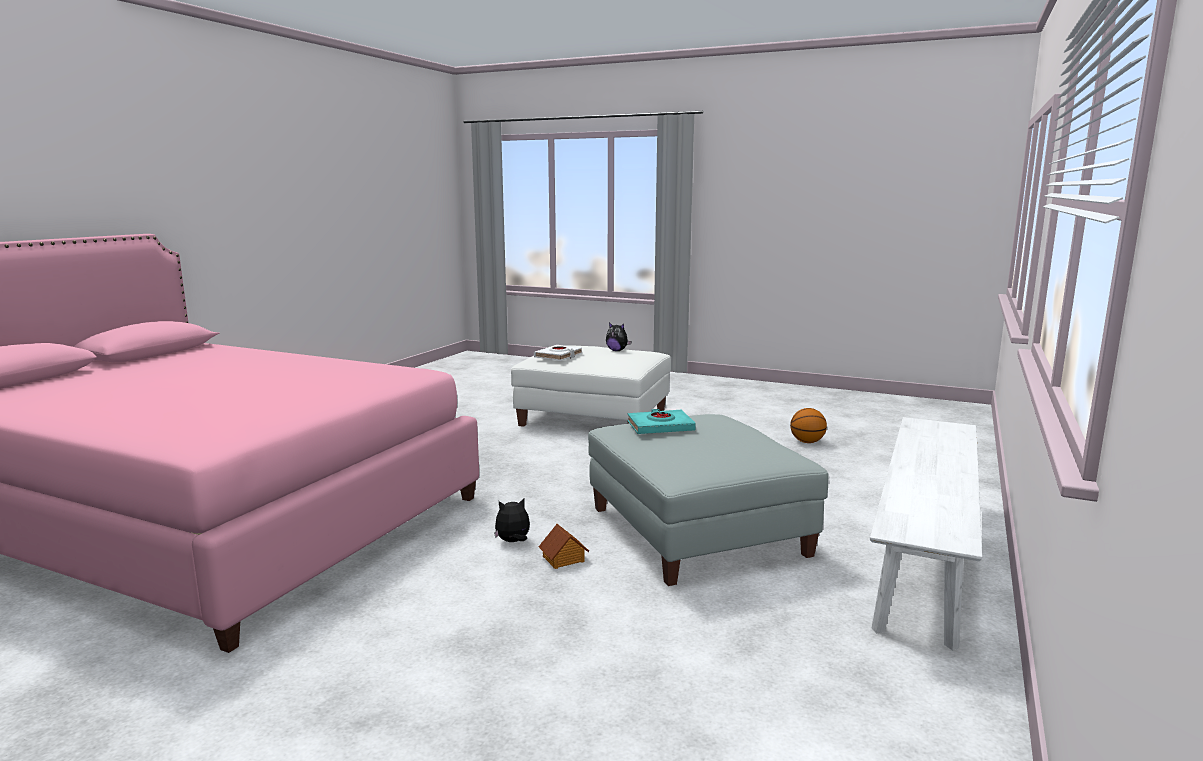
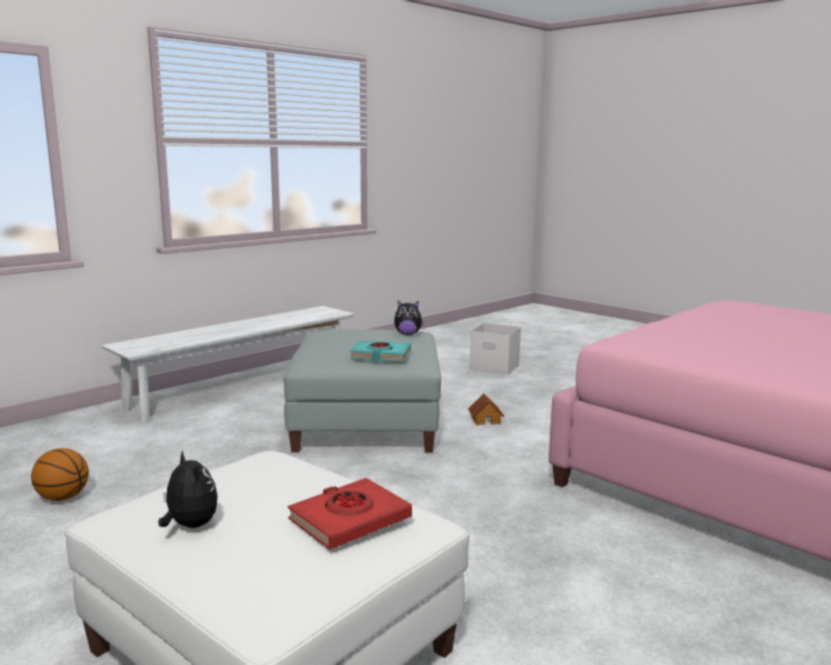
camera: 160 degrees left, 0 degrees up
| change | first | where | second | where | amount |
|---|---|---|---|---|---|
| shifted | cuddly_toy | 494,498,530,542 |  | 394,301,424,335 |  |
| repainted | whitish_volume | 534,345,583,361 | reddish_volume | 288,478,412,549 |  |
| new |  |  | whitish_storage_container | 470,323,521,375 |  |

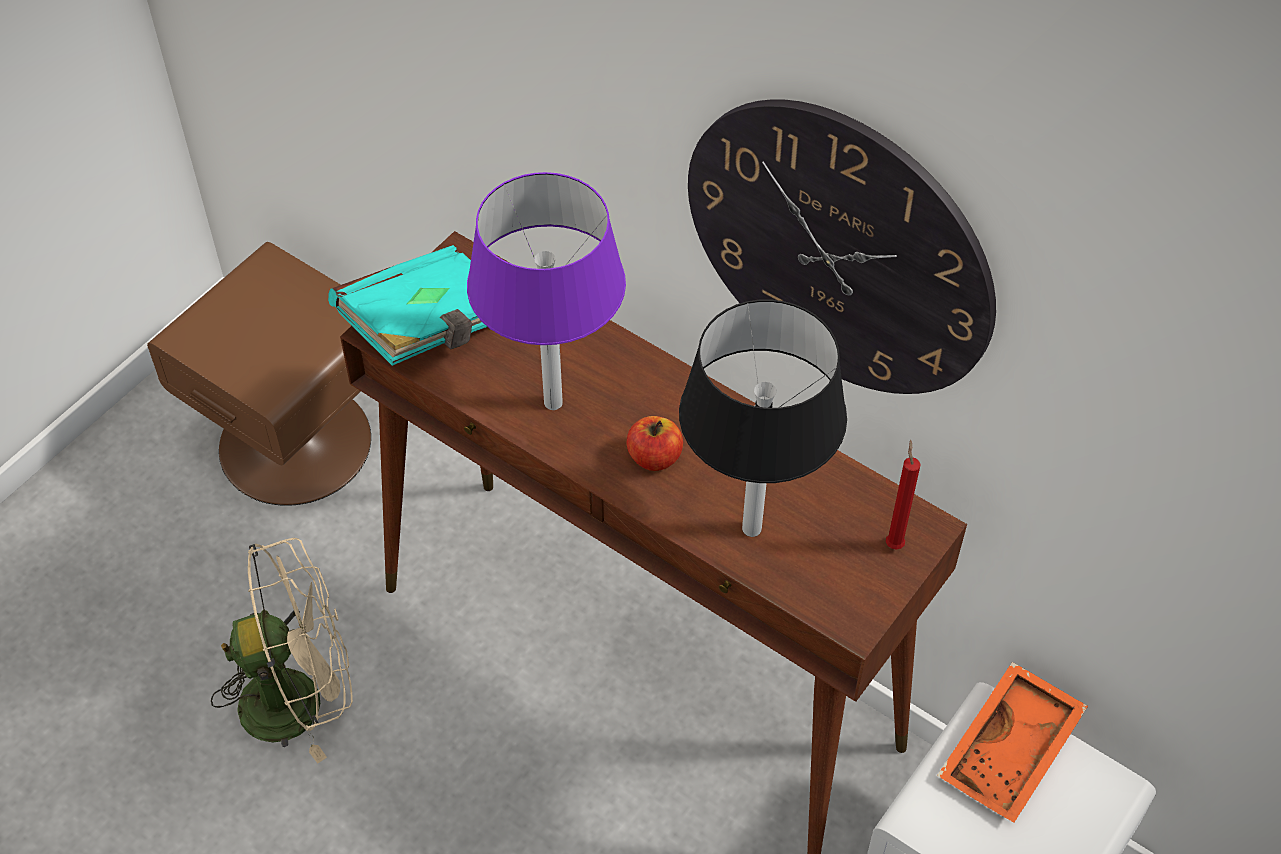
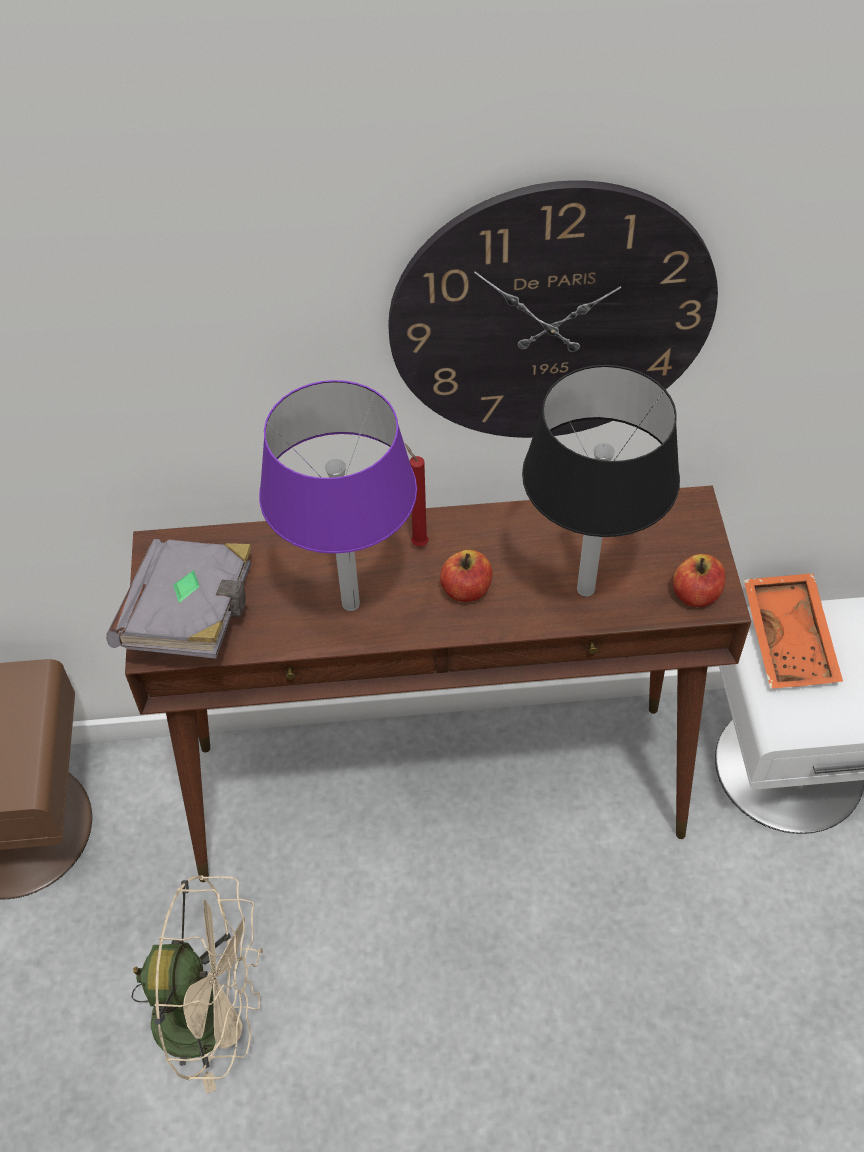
camera: 40 degrees left, 0 degrees up
| change | first | where | second | where | amount |
|---|---|---|---|---|---|
| rotated | beige-coloured_fan | 211,538,353,763 |  | 131,875,263,1094 | 60 degrees clockwise |
| repainted | turquoise-coloured_volume | 328,245,487,366 | grey_volume | 106,539,252,659 |  |
| shifted | reddish_candle | 886,440,921,550 |  | 404,443,428,547 |  |
| new |  |  | whole_apple | 673,554,726,607 |  |

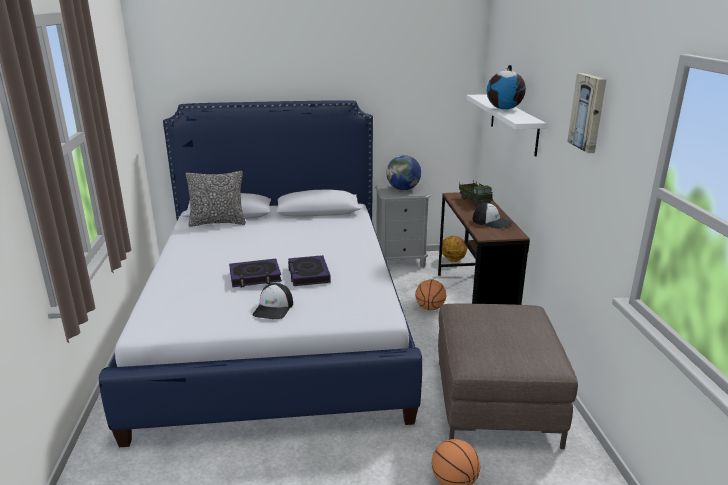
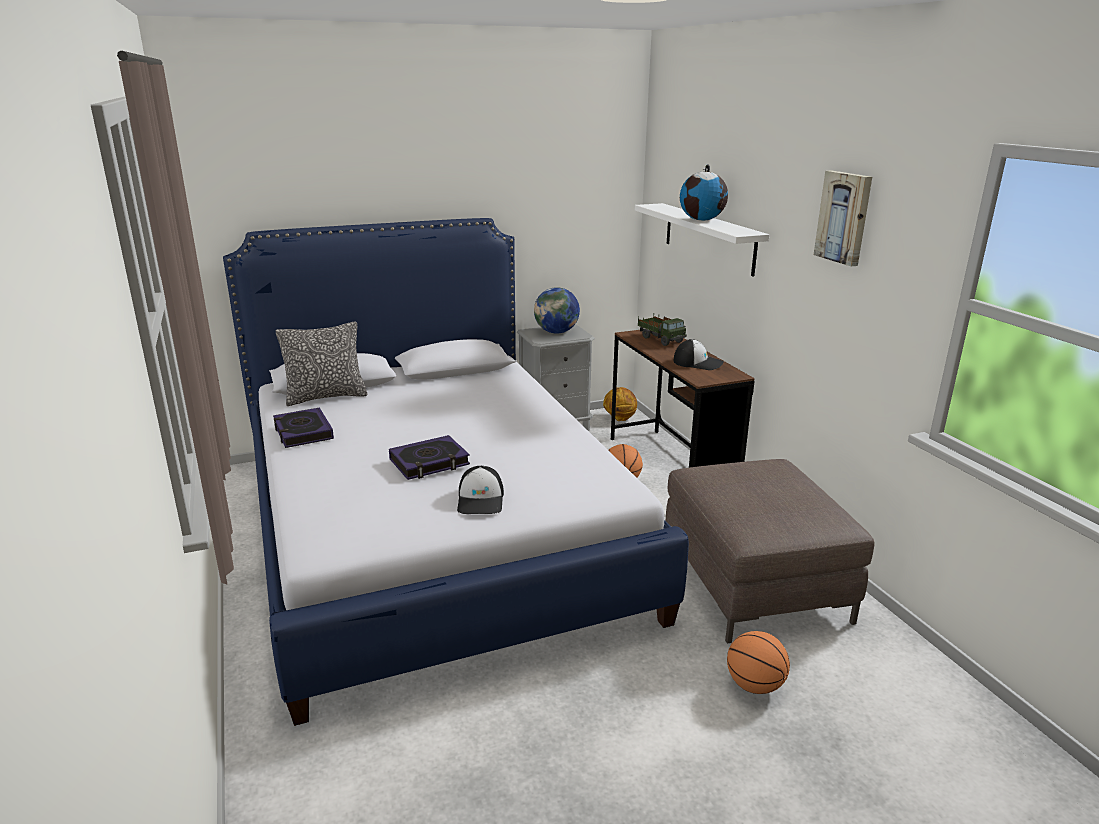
camera: 15 degrees left, 0 degrees up
| change | first | where | second | where | amount |
|---|---|---|---|---|---|
| shifted | volume | 288,255,331,286 |  | 273,407,334,448 |  |

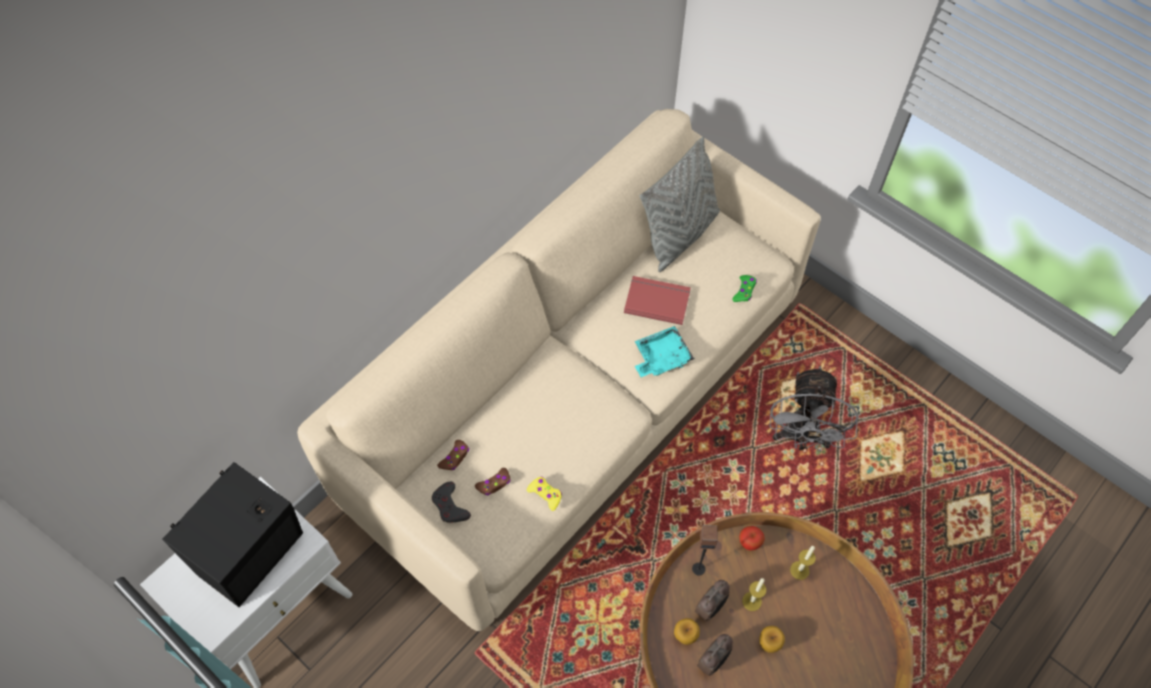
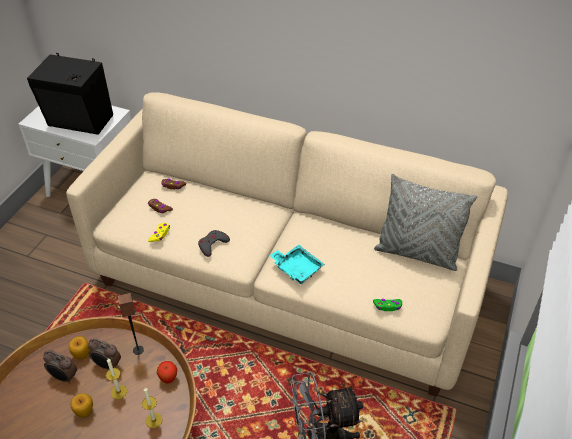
camera: 70 degrees right, 15 degrees down
| change | first | where | second | where | amount |
|---|---|---|---|---|---|
| shifted | grey_joypad | 432,482,471,523 |  | 198,230,230,257 |  |
| gone | reddish_volume | 624,276,691,325 |  |  |  |

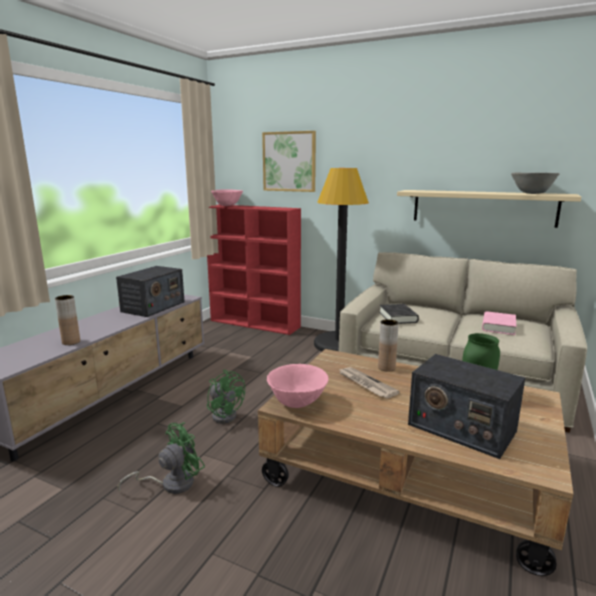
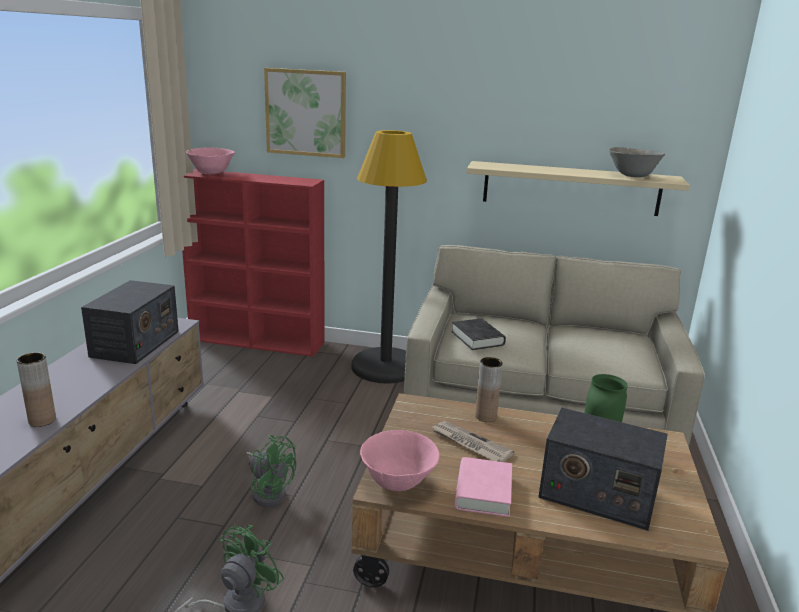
camera: 15 degrees left, 5 degrees up
| change | first | where | second | where | amount |
|---|---|---|---|---|---|
| shifted | pink_volume | 482,311,516,335 |  | 455,457,512,517 |  |

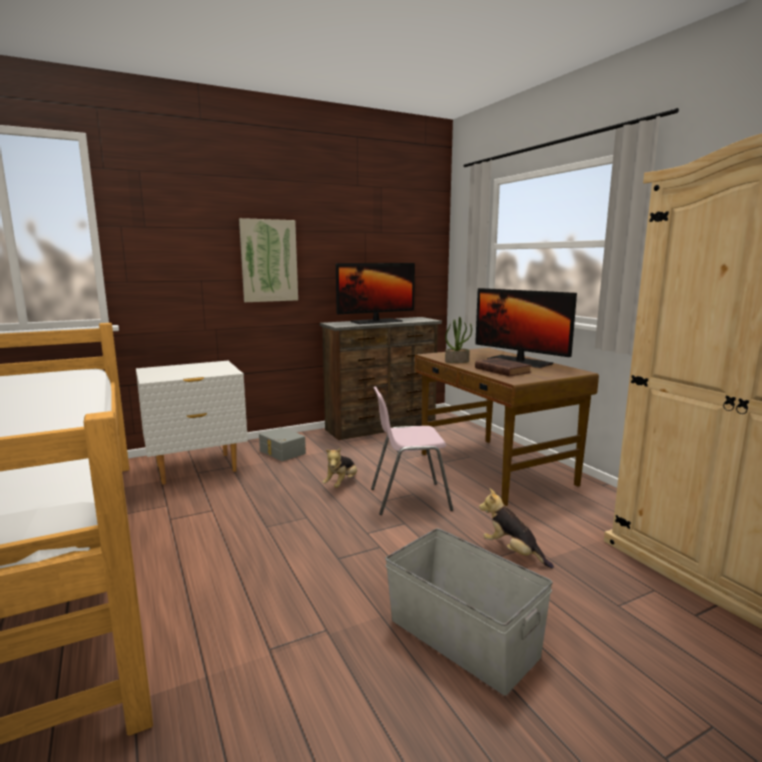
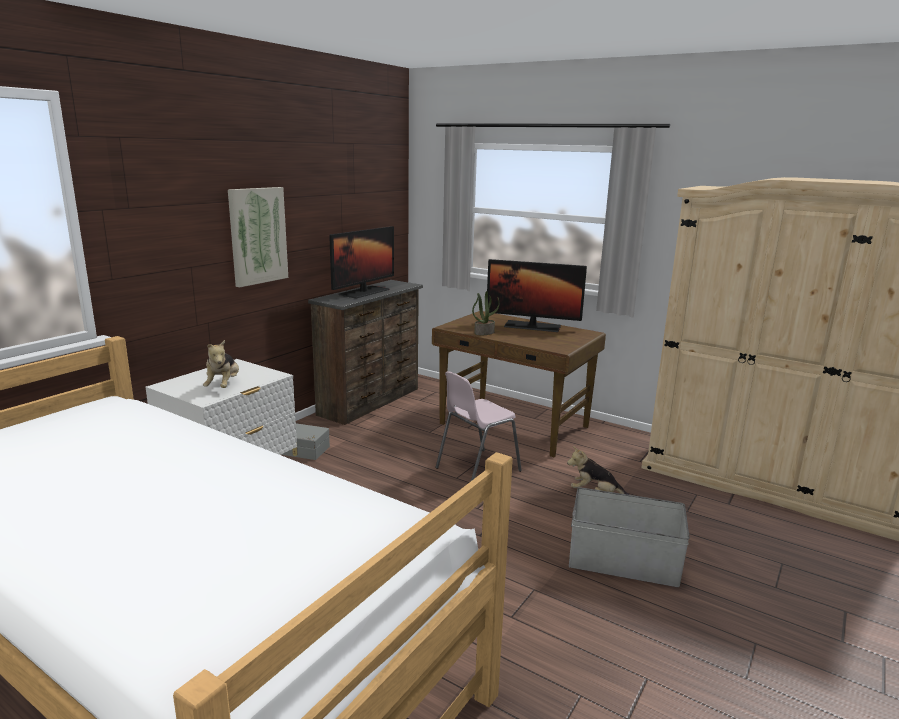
camera: 30 degrees left, 5 degrees up
| change | first | where | second | where | amount |
|---|---|---|---|---|---|
| shifted | cuddly_toy | 322,447,357,488 |  | 203,340,239,388 |  |
| gone | brownish_volume | 475,358,532,376 |  |  |  |

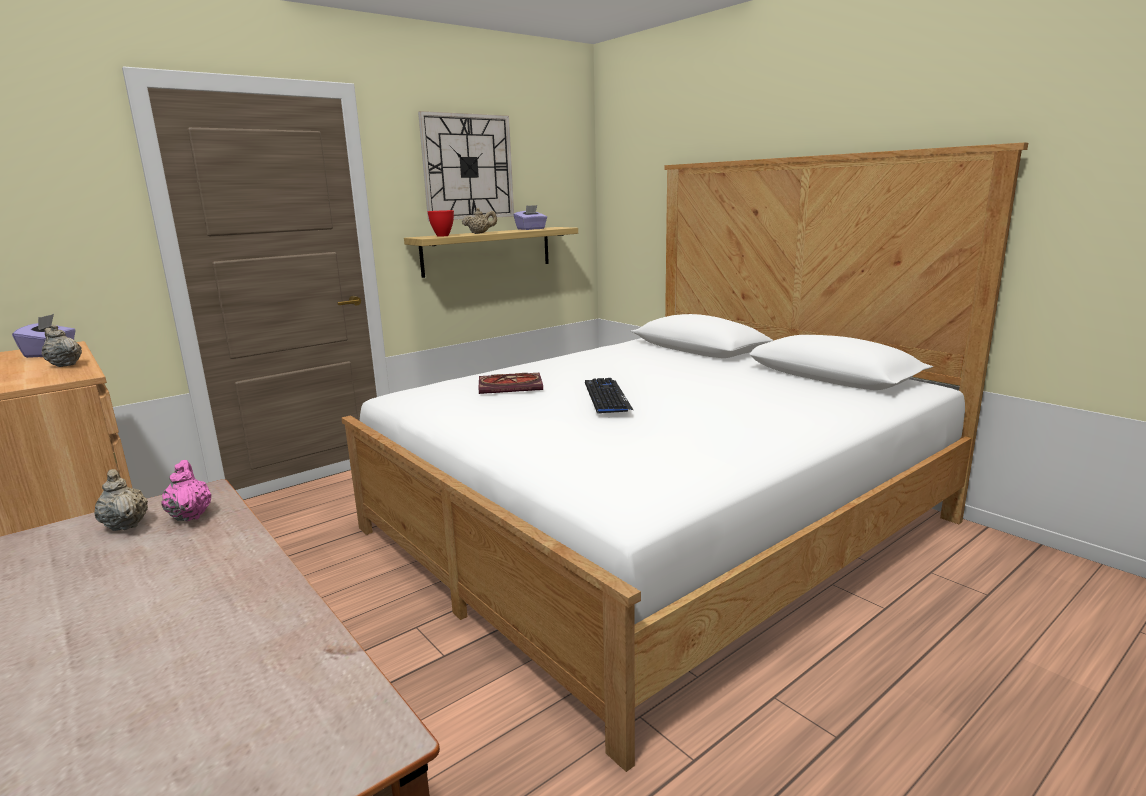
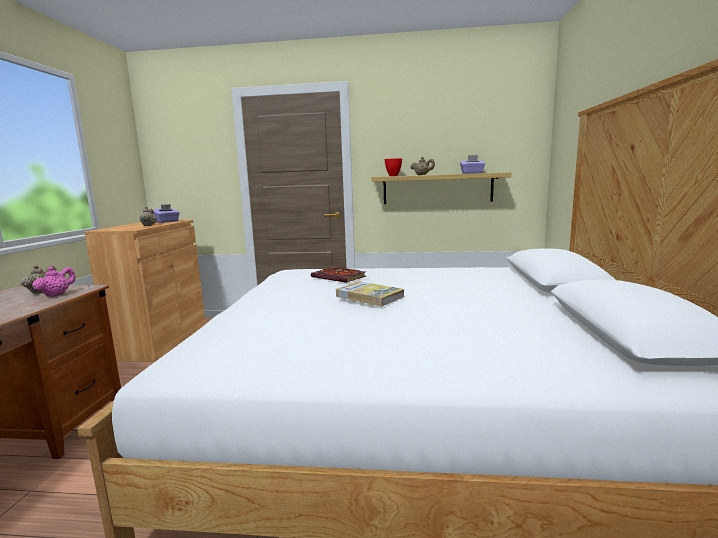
camera: 45 degrees right, 5 degrees down
| change | first | where | second | where | amount |
|---|---|---|---|---|---|
| gone | wall_clock | 418,111,514,221 |  |  |  |
| swapped | PC_keyboard | 585,378,633,413 | volume | 336,281,404,306 |  |

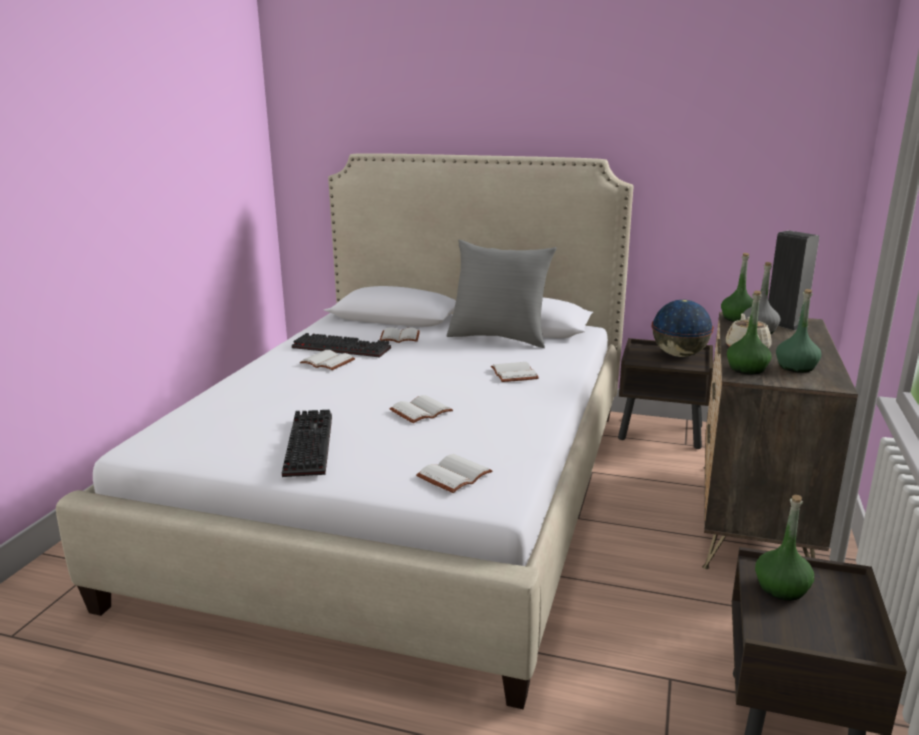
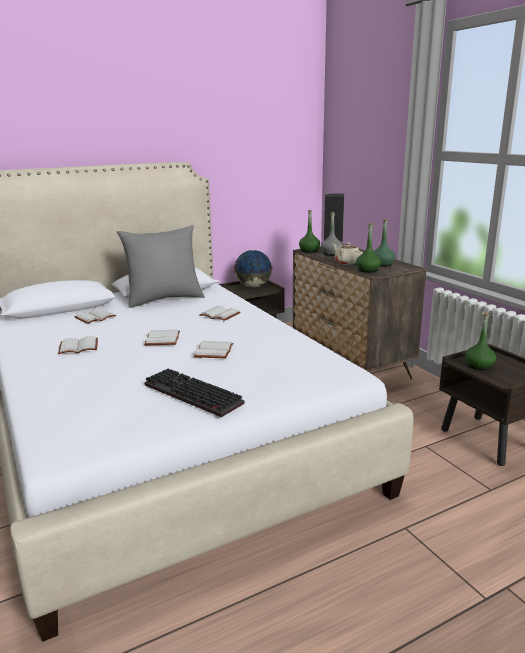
camera: 45 degrees left, 0 degrees up
| change | first | where | second | where | amount |
|---|---|---|---|---|---|
| gone | PC_keyboard | 292,333,391,358 |  |  |  |
| shifted | whitish_volume | 416,454,493,493 |  | 144,330,180,346 |  |

